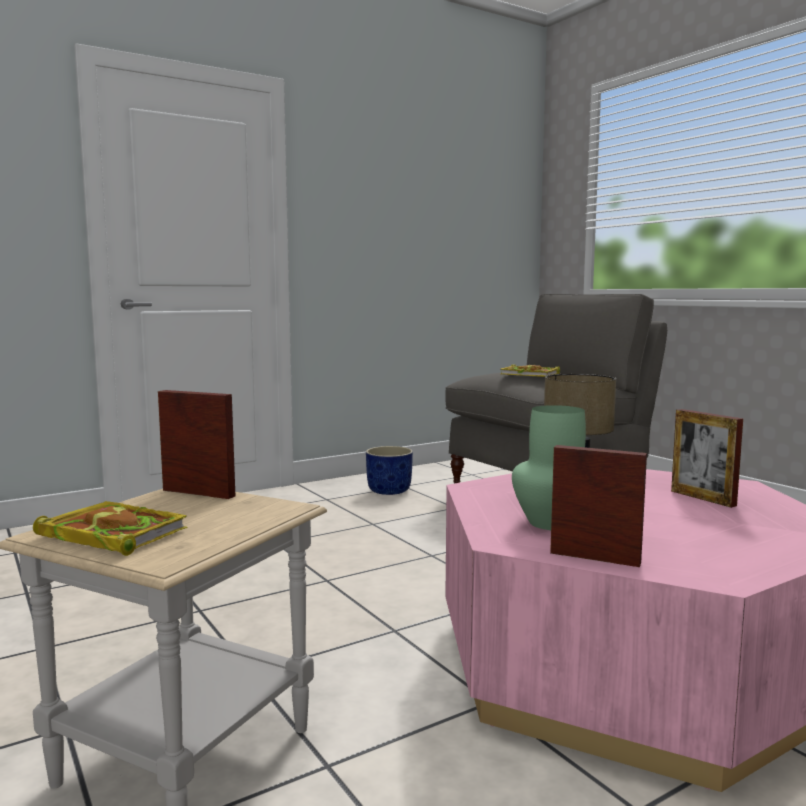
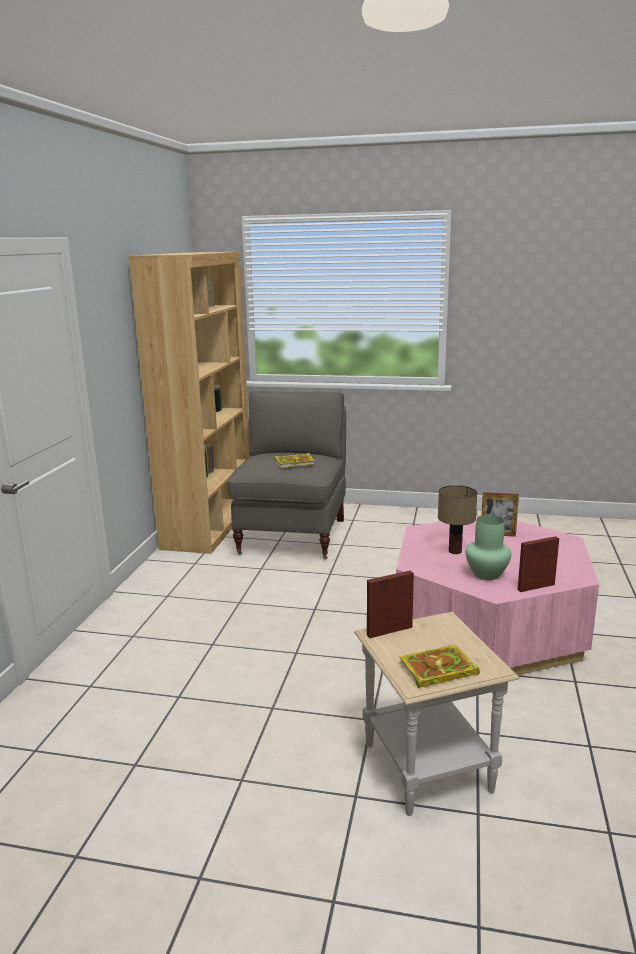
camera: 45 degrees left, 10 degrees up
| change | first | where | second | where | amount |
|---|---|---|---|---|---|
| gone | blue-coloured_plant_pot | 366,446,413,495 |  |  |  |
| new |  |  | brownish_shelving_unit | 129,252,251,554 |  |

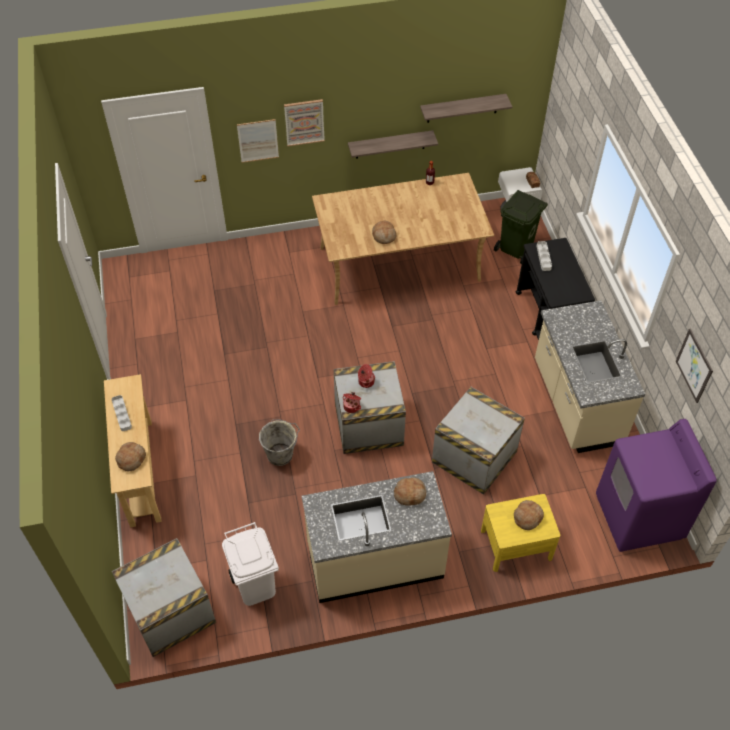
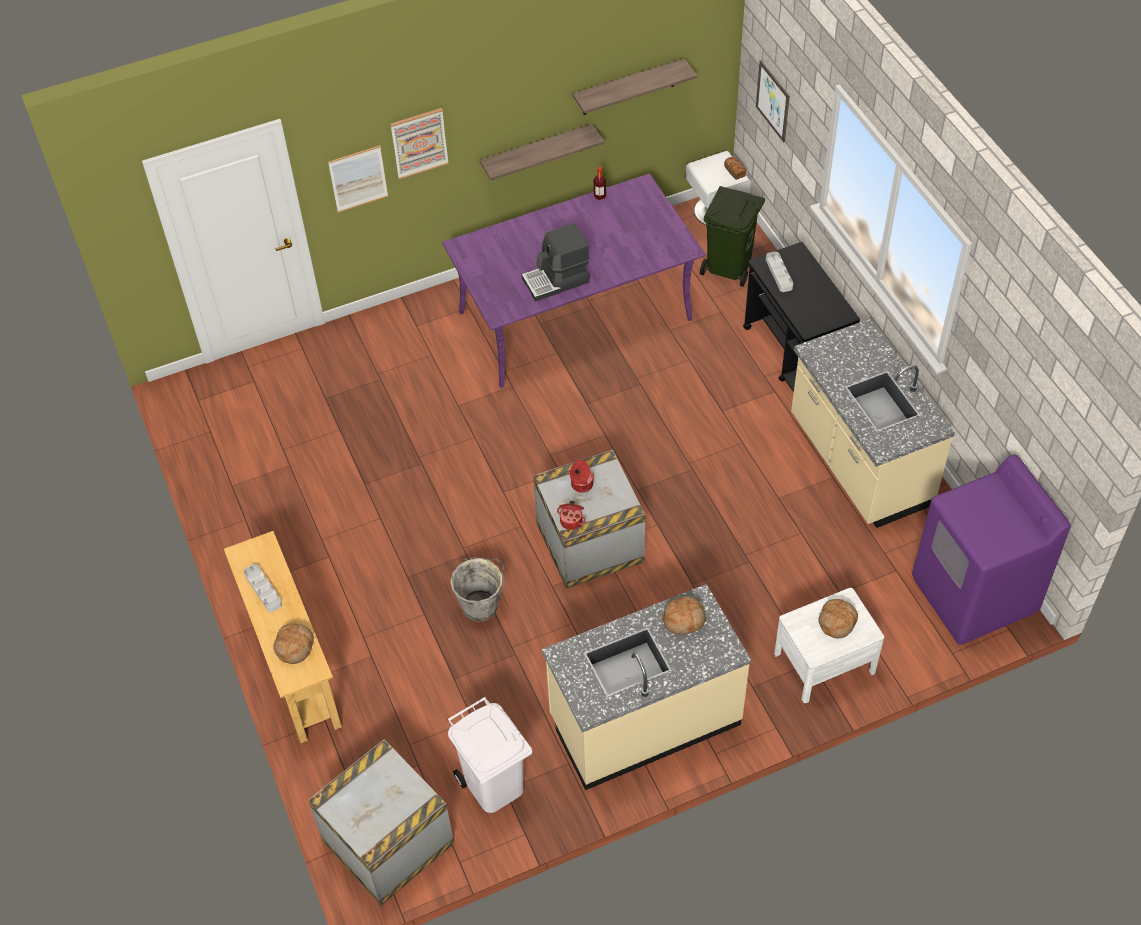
camera: 10 degrees left, 0 degrees up
| change | first | where | second | where | amount |
|---|---|---|---|---|---|
| repainted | beige-coloured_kitchen_table | 312,173,494,305 | purple_kitchen_table | 442,174,705,388 |  |
| swapped | bread | 372,221,396,244 | coffee_maker | 522,223,590,302 |  |
| gone | shipping_crate | 432,387,525,495 |  |  |  |
| repainted | yellowish_night_table | 481,494,560,572 | whitish_night_table | 774,588,884,703 |  |
| shifted | wall_picture | 676,328,713,403 |  | 756,60,790,143 |  |

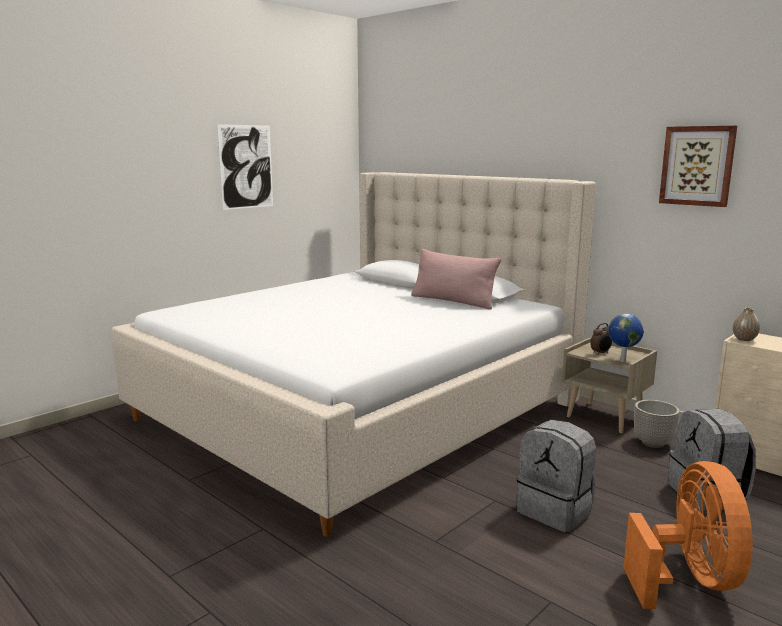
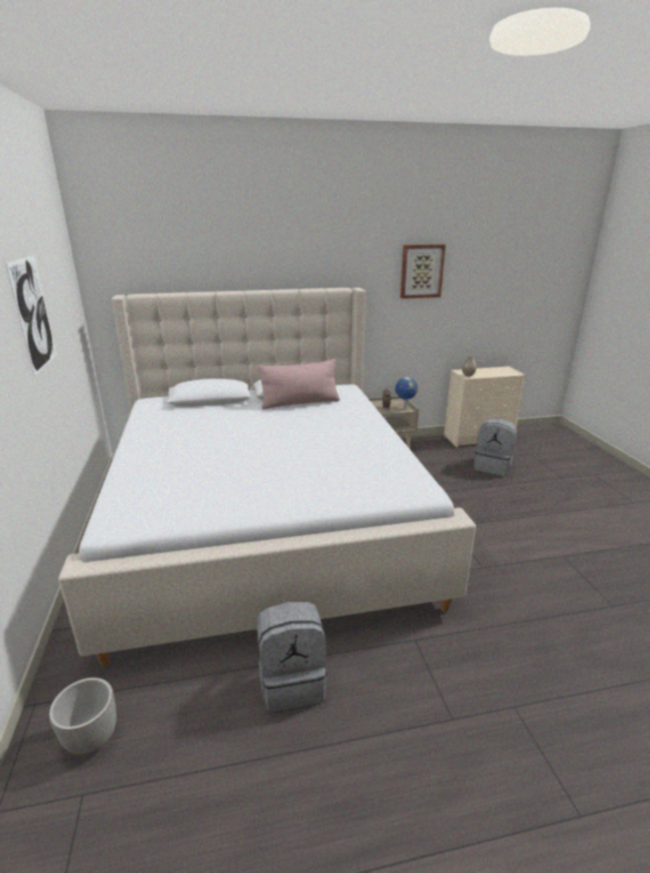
camera: 55 degrees left, 10 degrees up
| change | first | where | second | where | amount |
|---|---|---|---|---|---|
| shifted | grey_knapsack | 517,420,596,532 |  | 257,602,328,711 |  |
| gone | orangey_fan | 623,461,753,609 |  |  |  |
| shifted | plant_pot | 634,400,680,448 |  | 49,678,116,754 |  |

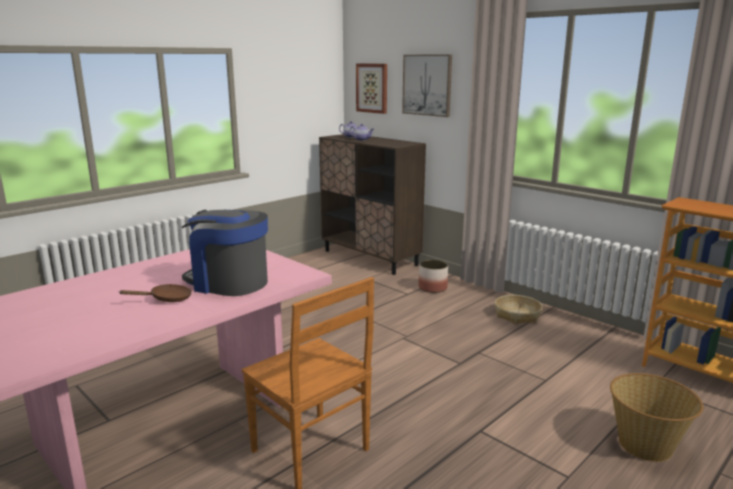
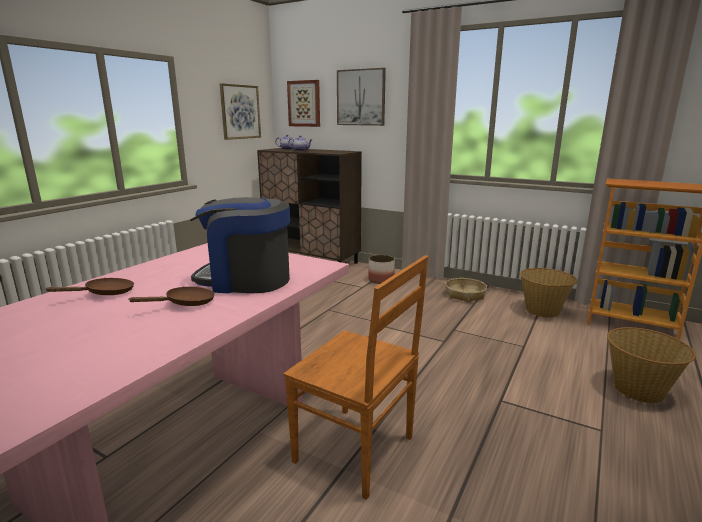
camera: 15 degrees left, 0 degrees up
| change | first | where | second | where | amount |
|---|---|---|---|---|---|
| new |  |  | brownish_frying_pan | 45,278,134,295 |  |
| new |  |  | wall_picture | 220,83,261,140 |  |
| new |  |  | household_basket | 520,268,577,318 |  |

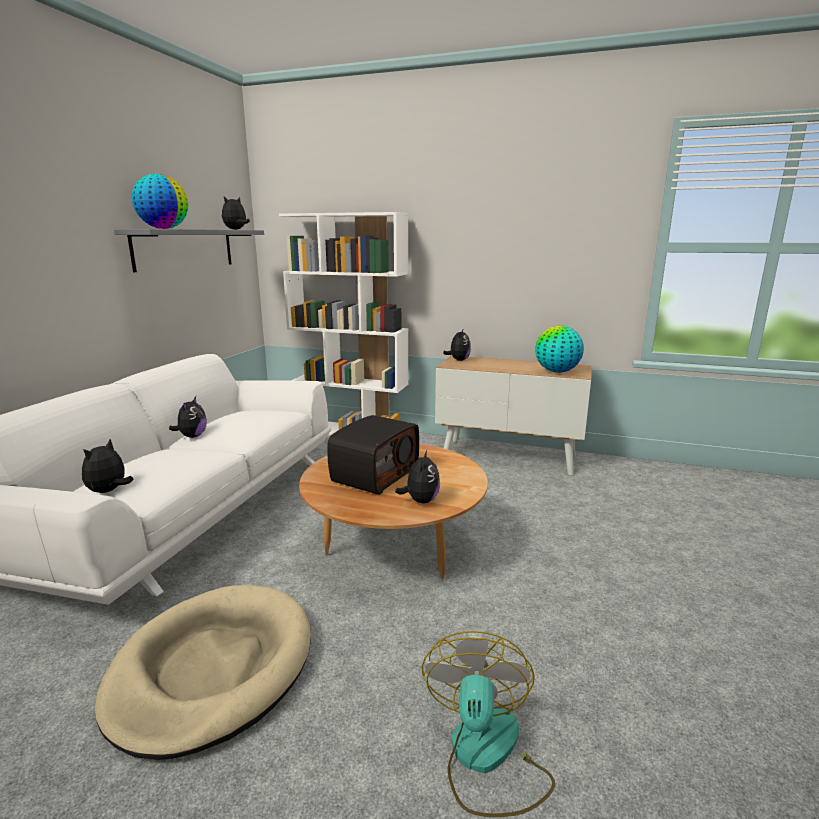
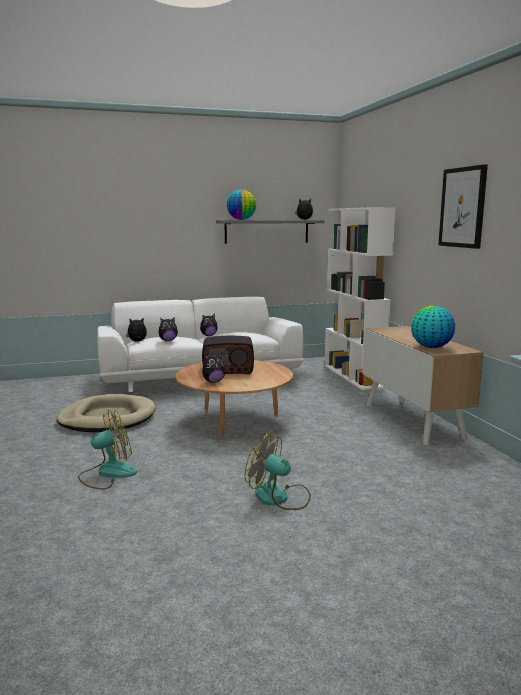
camera: 55 degrees right, 5 degrees down
| change | first | where | second | where | amount |
|---|---|---|---|---|---|
| shifted | cuddly_toy | 443,328,471,361 |  | 159,317,178,341 |  |
| new |  |  | fan | 245,431,311,510 |  |
| new |  |  | wall_picture | 438,164,488,249 |  |

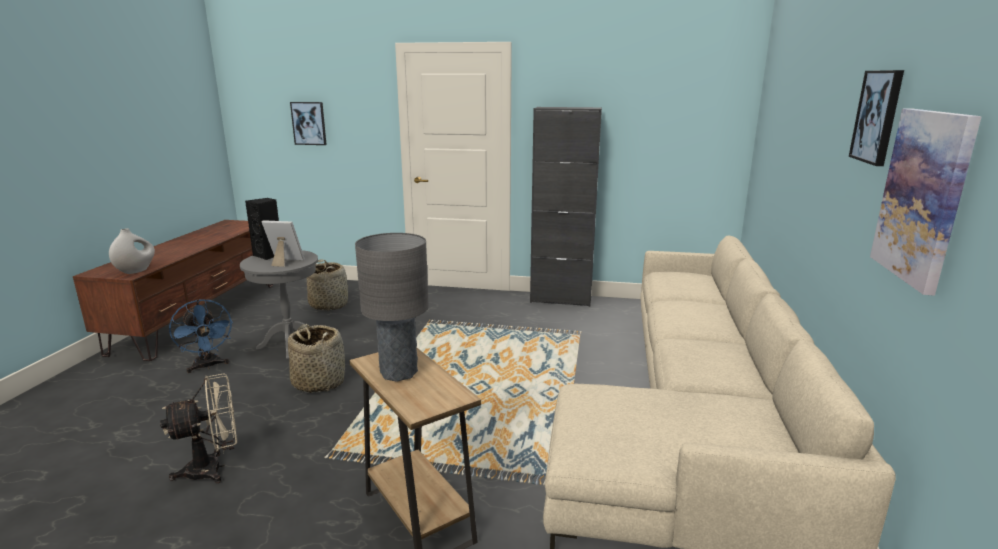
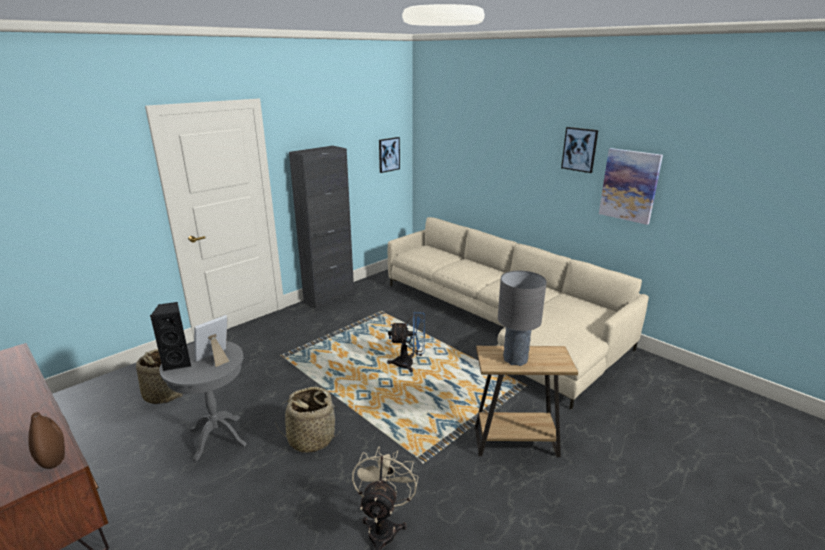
camera: 55 degrees left, 5 degrees up
| change | first | where | second | where | amount |
|---|---|---|---|---|---|
| repainted | whitish_flower_vase | 109,229,155,274 | brownish_flower_vase | 28,412,65,469 |  |
| shifted | blue-coloured_fan | 169,299,233,373 |  | 387,312,425,372 |  |
| shifted | wall_picture | 290,102,327,145 |  | 379,137,400,173 |  |

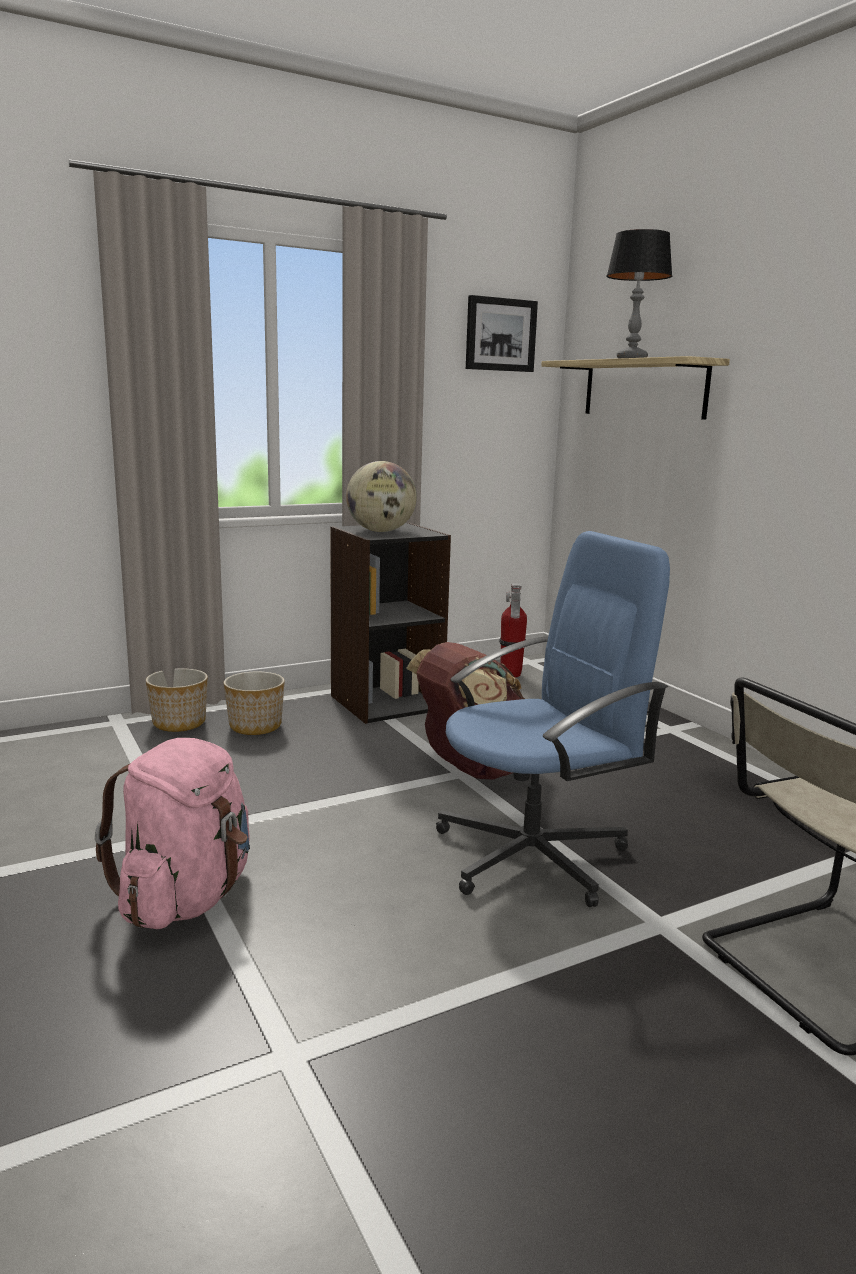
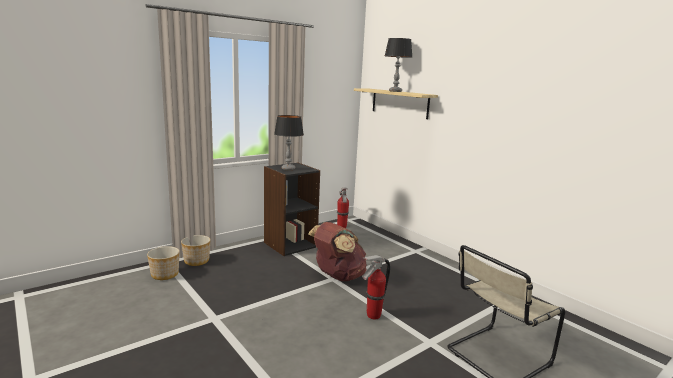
camera: 10 degrees left, 0 degrees up
| change | first | where | second | where | amount |
|---|---|---|---|---|---|
| gone | pink_knapsack | 95,738,250,929 |  |  |  |
| shifted | plant_pot | 224,672,285,735 |  | 147,246,180,280 |  |
| swapped | world_globe | 346,461,417,532 | lamp_for_a_table | 274,115,304,170 |  |
| swapped | blue-coloured_computer_chair | 436,531,670,907 | fire-fighting_cylinder | 362,255,390,319 |  |
| gone | wall_picture | 466,295,538,372 |  |  |  |

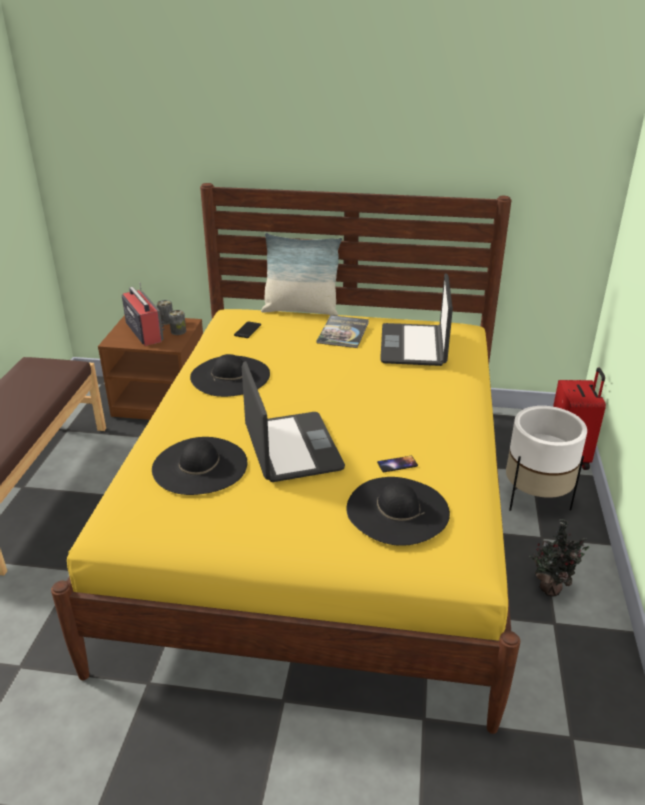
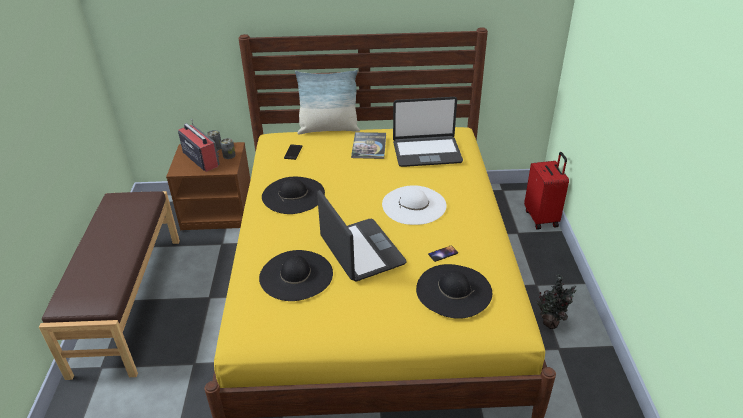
camera: 10 degrees left, 5 degrees up
| change | first | where | second | where | amount |
|---|---|---|---|---|---|
| rotated | laptop | 380,273,453,366 |  | 393,97,463,167 | 90 degrees counterclockwise |
| gone | whitish_plant_pot | 506,406,587,511 |  |  |  |
| new |  |  | whitish_clothing_hat | 382,185,447,225 |  |

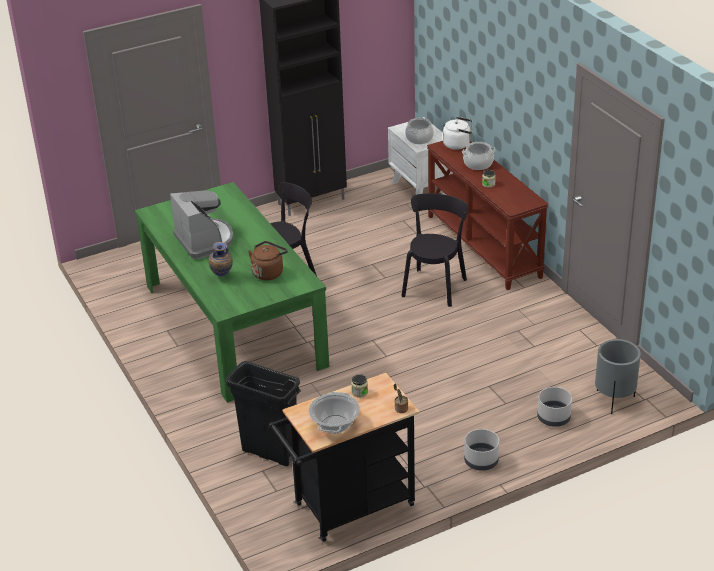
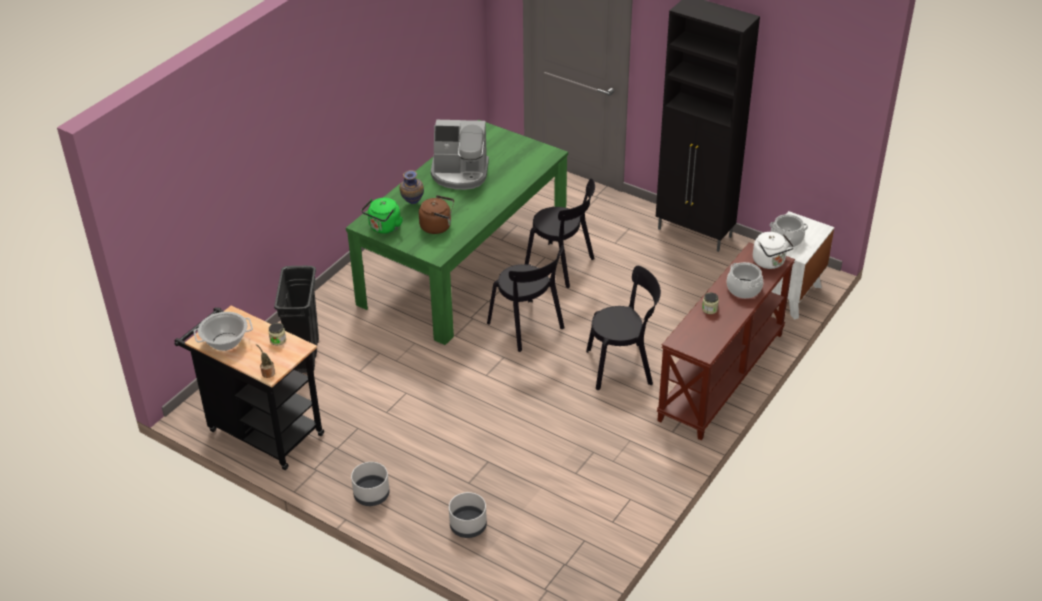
camera: 60 degrees right, 5 degrees up
| change | first | where | second | where | amount |
|---|---|---|---|---|---|
| rotated | coffee_maker | 170,190,234,260 |  | 431,120,489,190 | 60 degrees clockwise |
| gone | grey_plant_pot | 595,339,641,414 |  |  |  |
| new |  |  | green-coloured_kettle | 361,198,403,234 |  |
| new |  |  | blackish_upright_chair | 487,245,564,352 |  |

